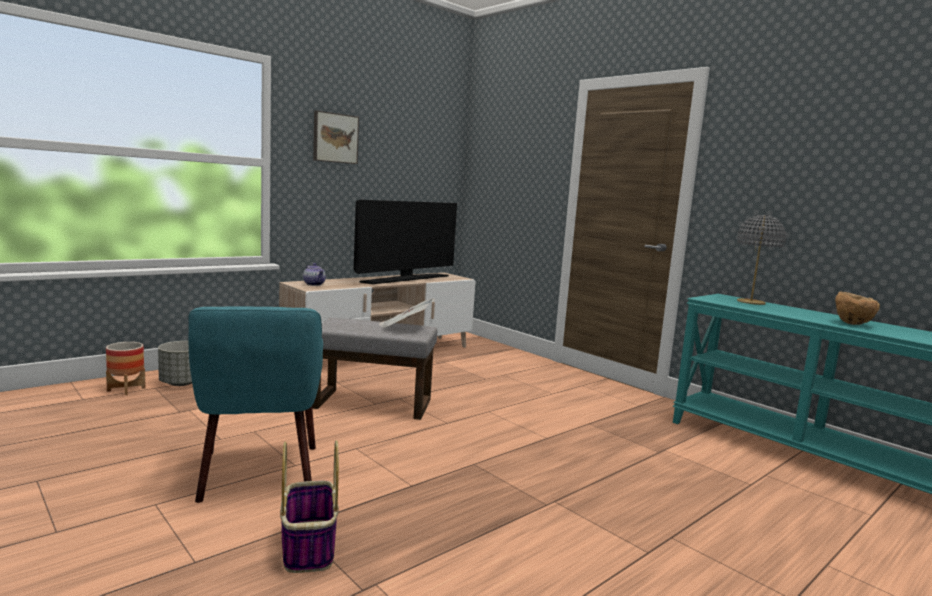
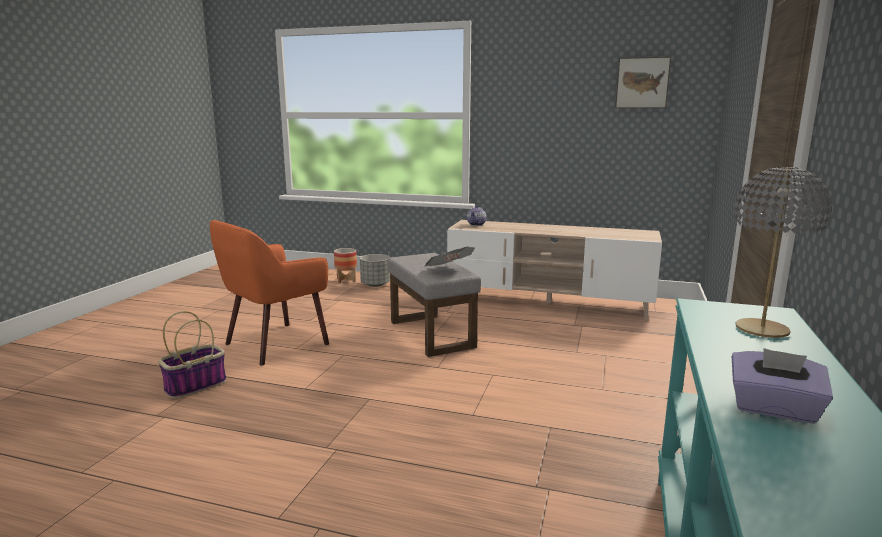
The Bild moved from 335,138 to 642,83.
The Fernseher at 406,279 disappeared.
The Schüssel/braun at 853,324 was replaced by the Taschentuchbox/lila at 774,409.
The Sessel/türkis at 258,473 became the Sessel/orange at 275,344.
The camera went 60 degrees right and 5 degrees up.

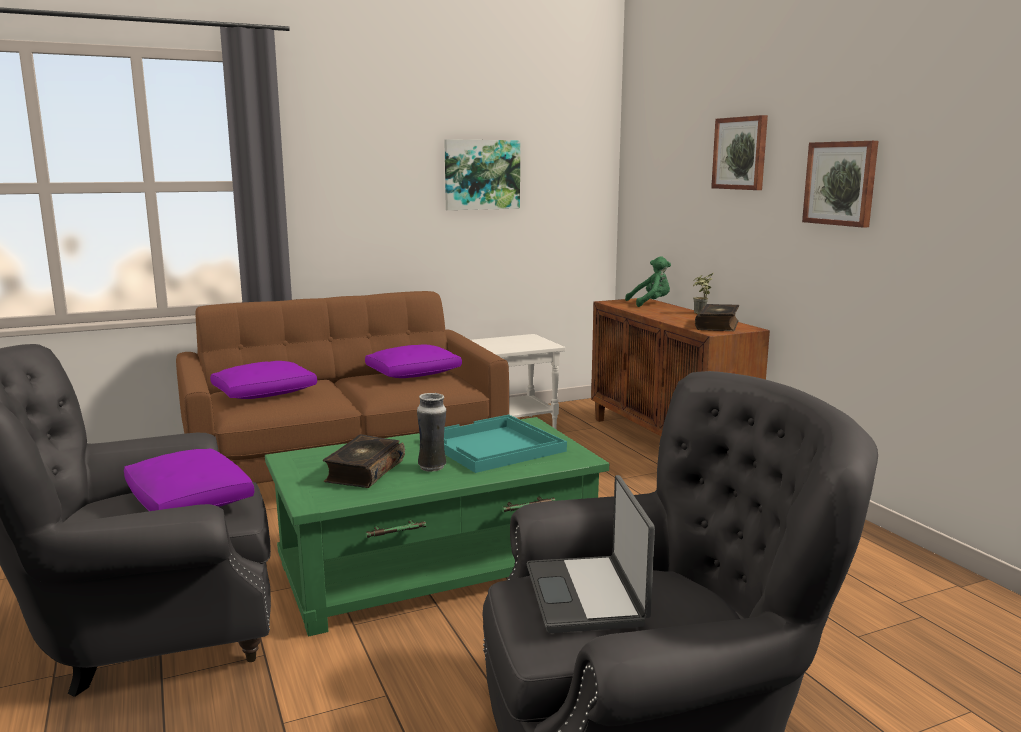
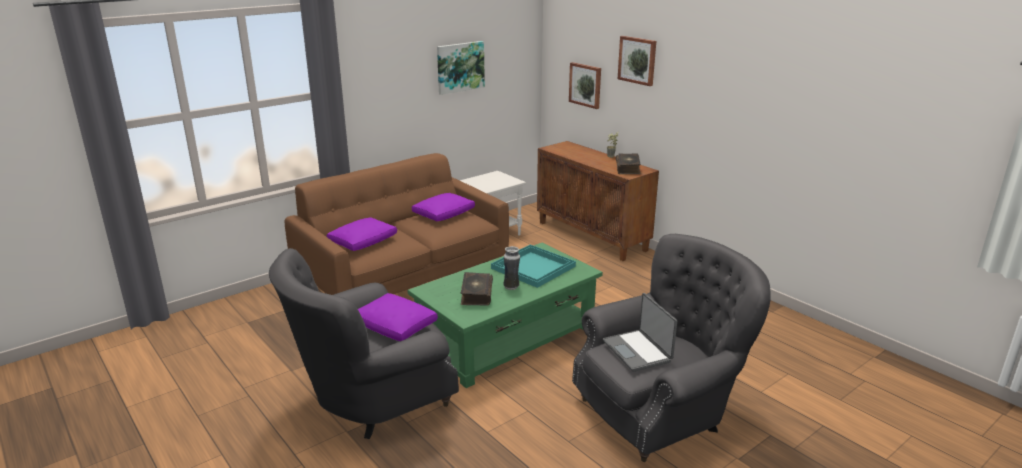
The Bild moved from 841,183 to 585,85.
The Plüschtier/grün at 650,303 disappeared.
The camera went 15 degrees left and 10 degrees up.

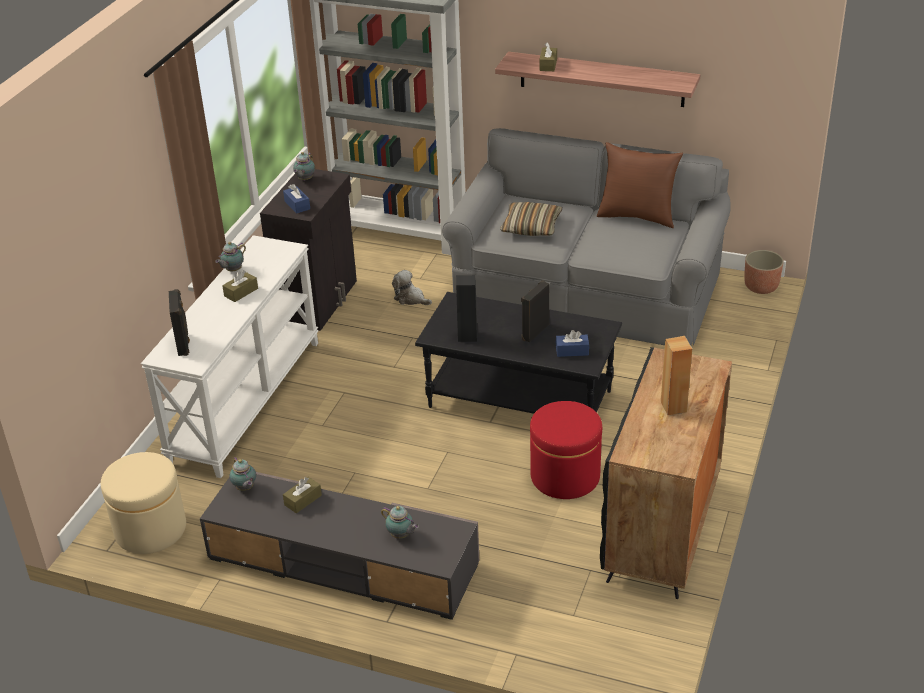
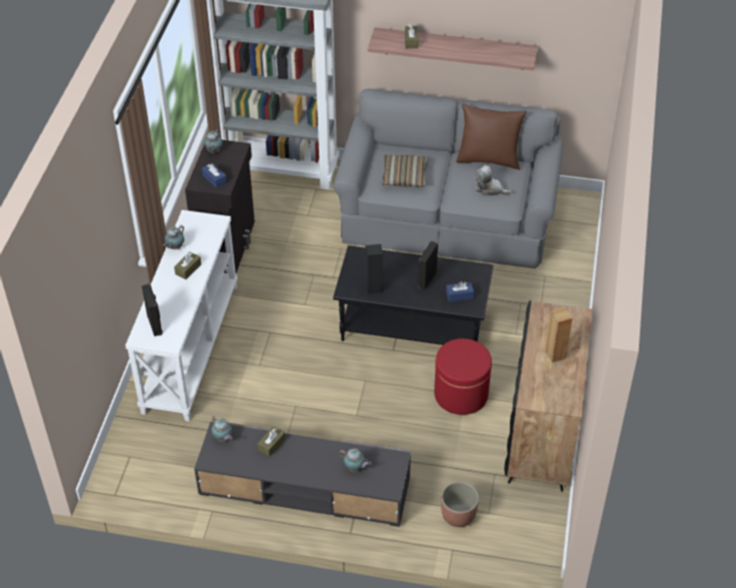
The Pflanzkübel moved from 761,287 to 458,515.
The Plüschtier moved from 410,298 to 490,189.
The Polsterhocker/beige at 150,529 disappeared.
The camera went 10 degrees left and 10 degrees up.

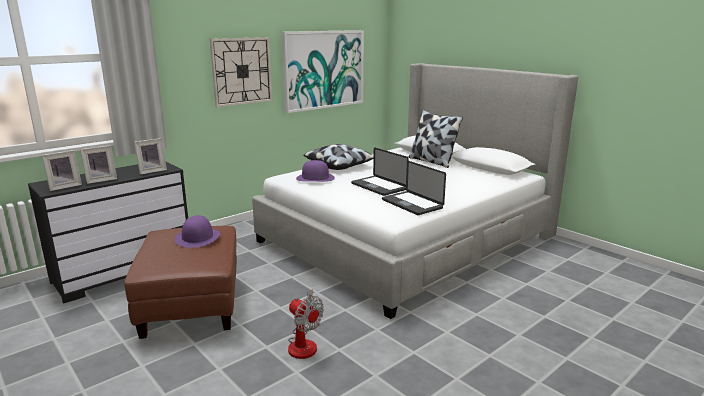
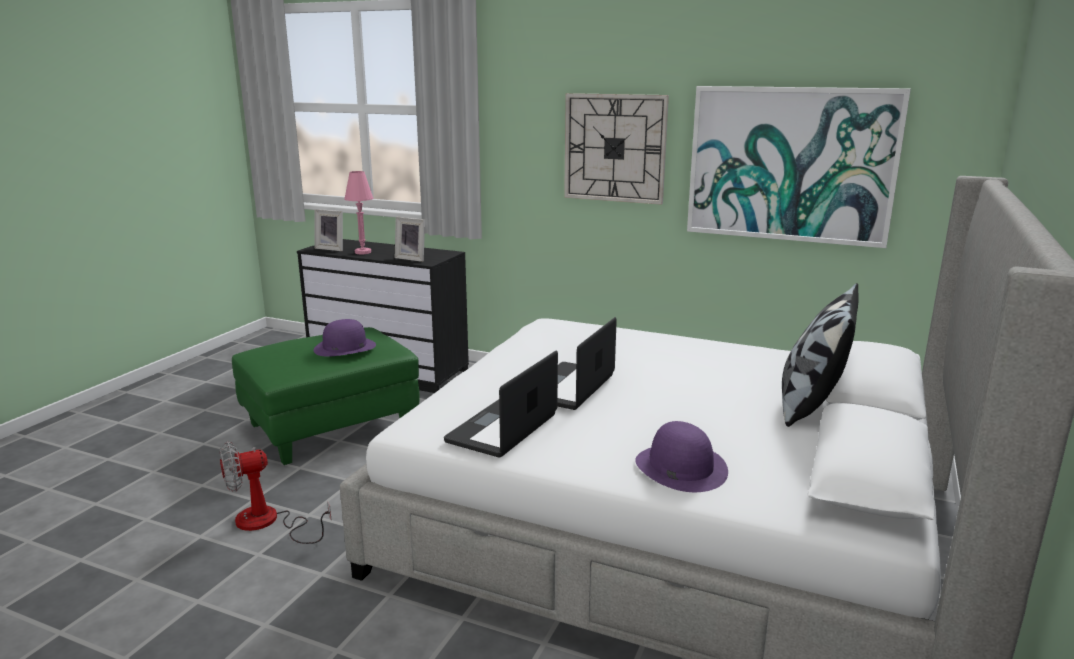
The Kissen at 340,166 disappeared.
The Bilderrahmen at 101,180 was replaced by the Tischlampe/rosa at 363,252.
The Hut/lila moved from 315,178 to 680,467.
The Polsterhocker/braun at 191,306 became the Polsterhocker/grün at 331,427.
The Ventilator at 304,343 turned 45 degrees clockwise.
The camera went 65 degrees right and 0 degrees up.

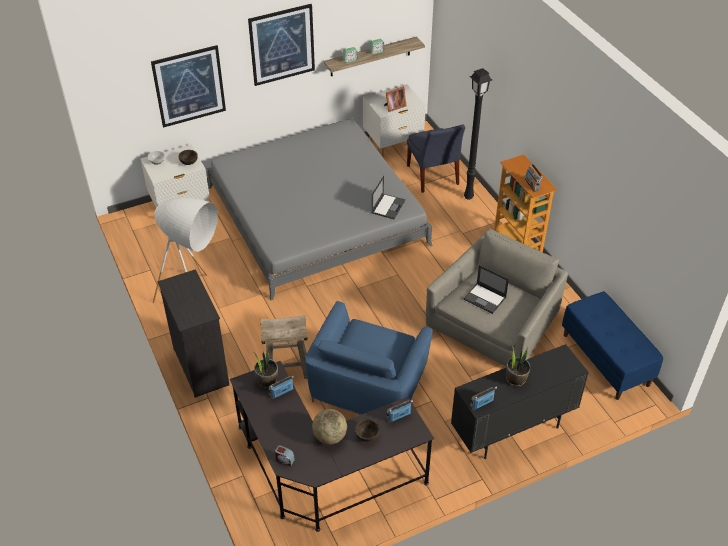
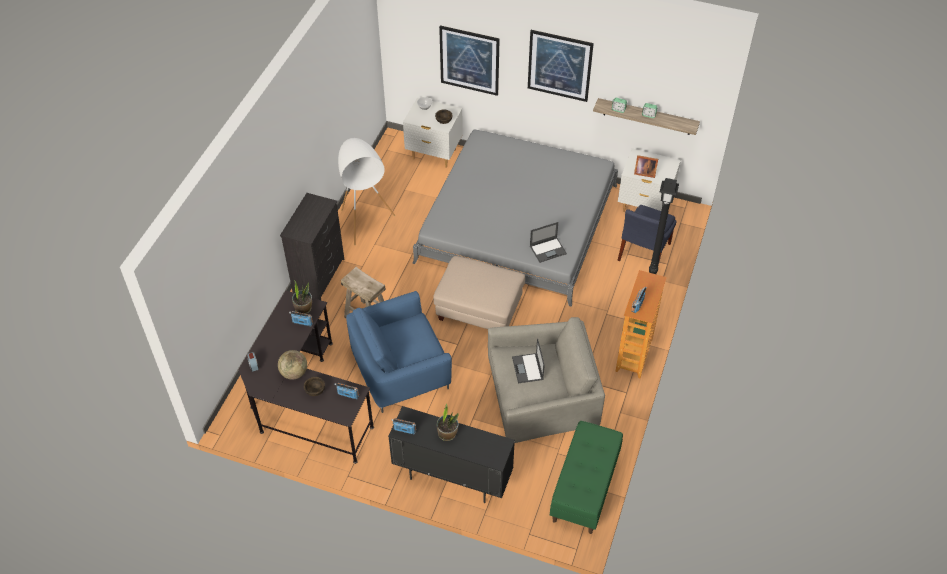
The Bank/blau at 606,360 became the Bank/grün at 585,489.
The Polsterhocker/beige at 479,309 appeared.
The camera went 45 degrees right and 5 degrees up.

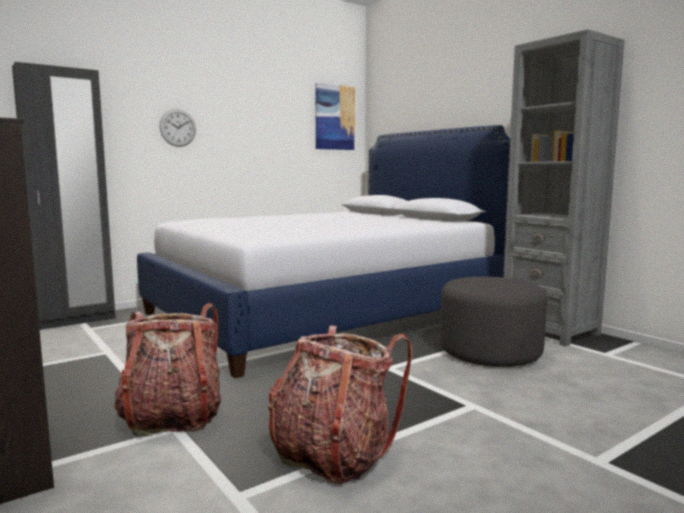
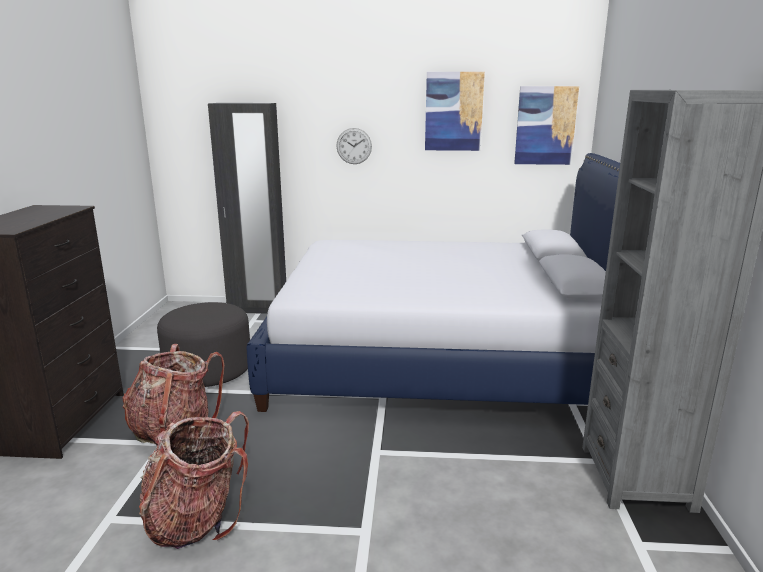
The Polsterhocker/grau moved from 490,352 to 208,370.
The Bild at 453,111 appeared.
The camera went 40 degrees right and 10 degrees up.

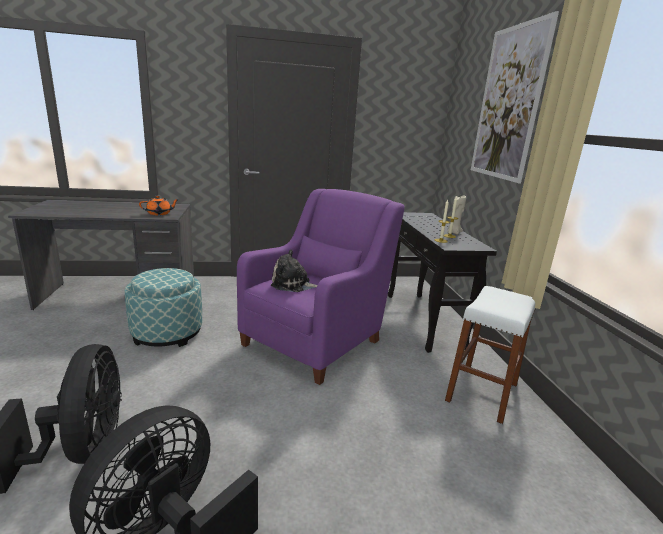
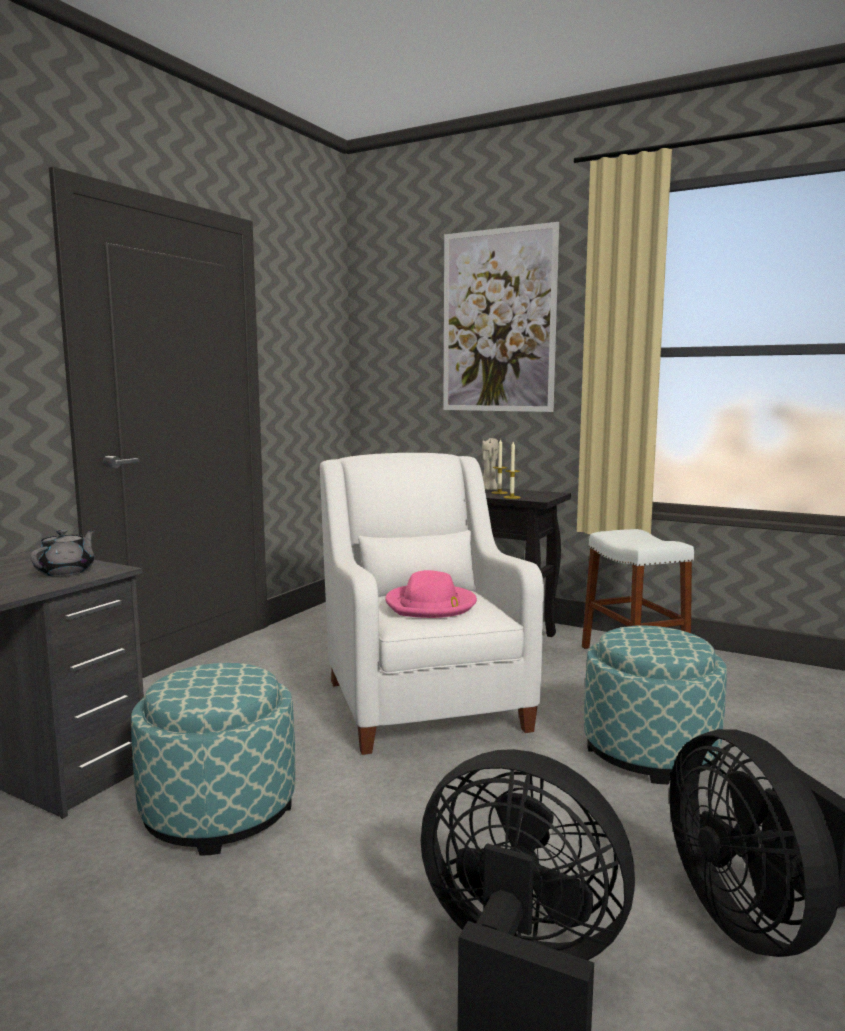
The Sessel/lila at 316,340 became the Sessel/weiß at 422,700.
The Teekanne/orange at 159,213 became the Teekanne/grau at 66,571.
The Plüschtier at 293,284 was replaced by the Hut/rosa at 431,605.
The Polsterhocker at 650,751 appeared.
The camera went 50 degrees left and 10 degrees down.

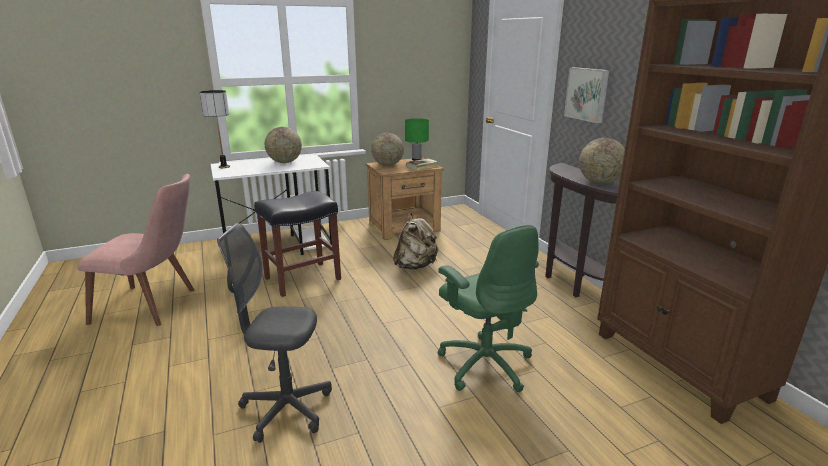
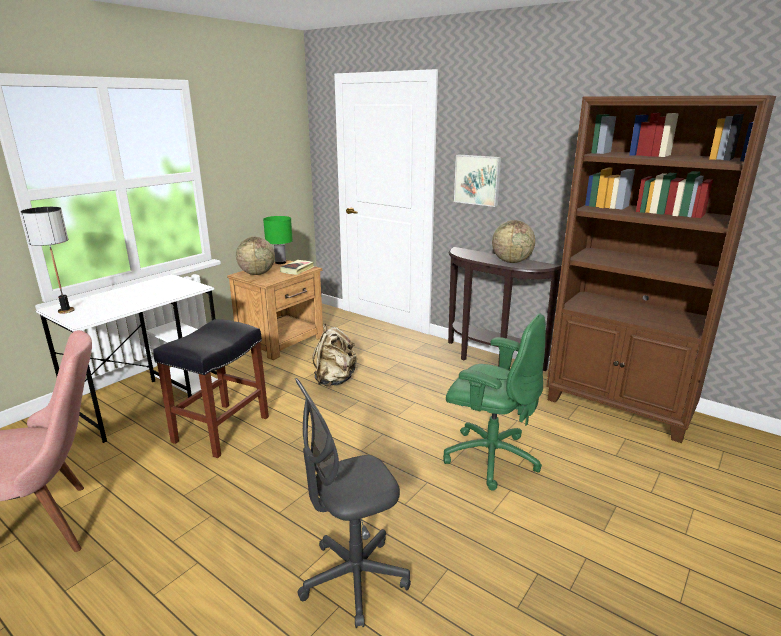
The Globus at 285,162 disappeared.
The camera went 30 degrees left and 0 degrees up.

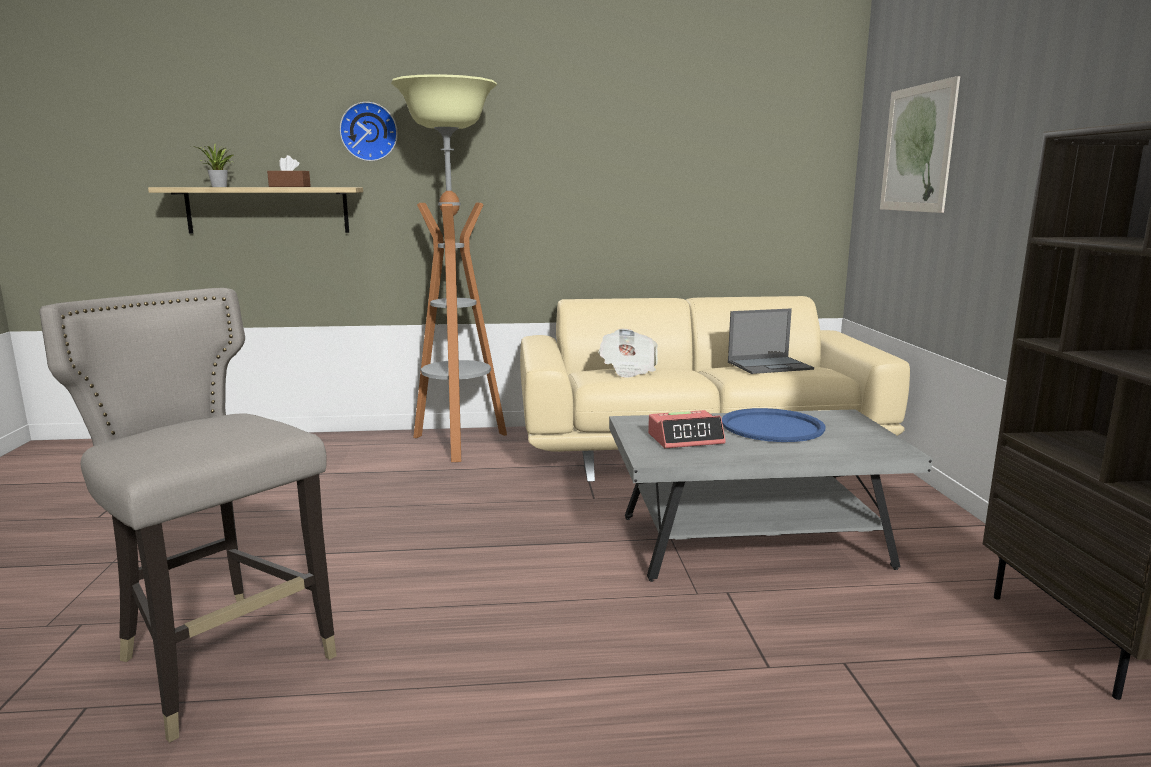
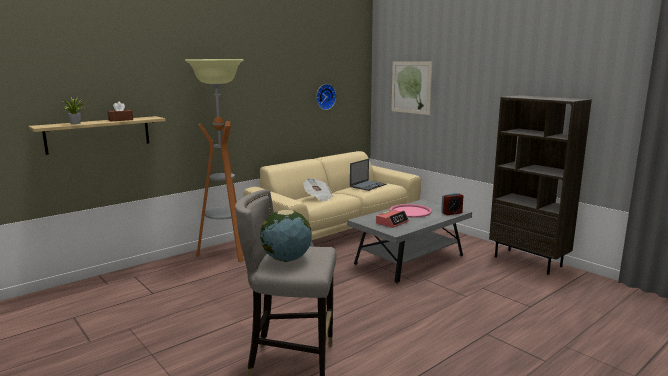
The Wanduhr moved from 369,132 to 324,96.
The Tablett/blau at 772,427 became the Tablett/rosa at 410,211.
The Wecker at 451,213 appeared.
The Globus at 286,259 appeared.
The camera went 35 degrees left and 0 degrees up.

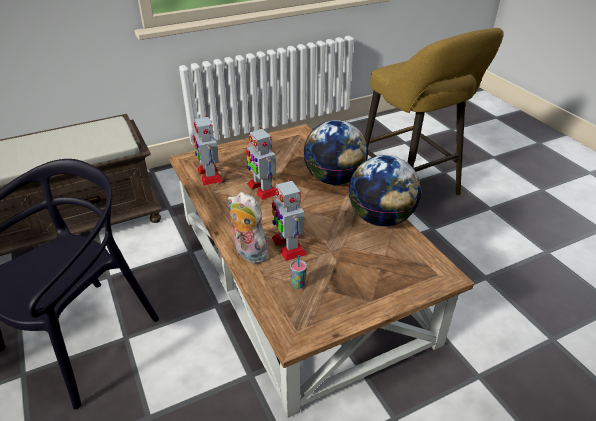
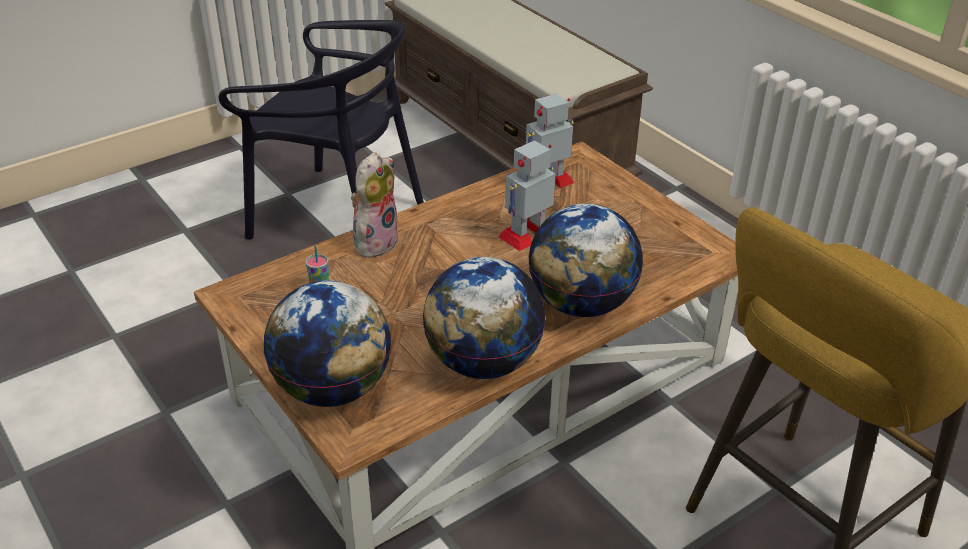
The Spielzeugroboter at 288,246 disappeared.
The Globus at 333,389 appeared.
The camera went 80 degrees right and 0 degrees up.

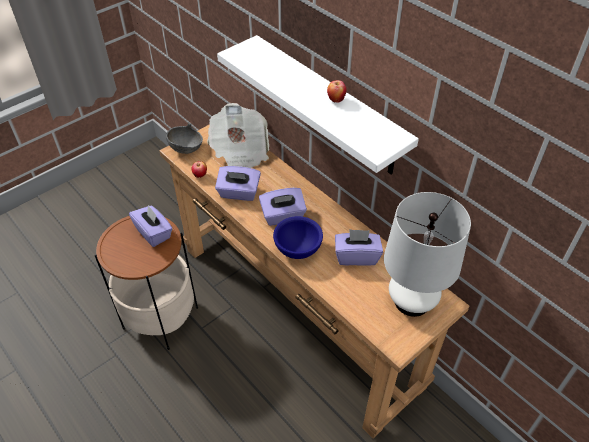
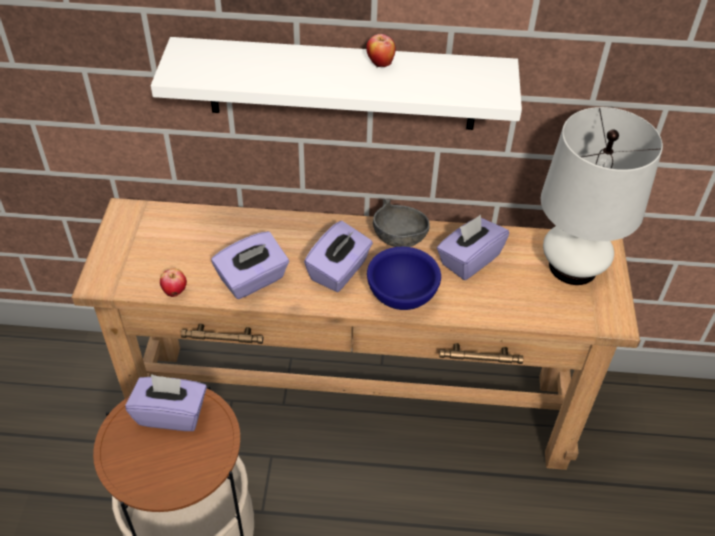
The Zeitung at 240,152 disappeared.
The Schüssel/grau moved from 186,148 to 400,238.
The camera went 45 degrees left and 0 degrees up.

